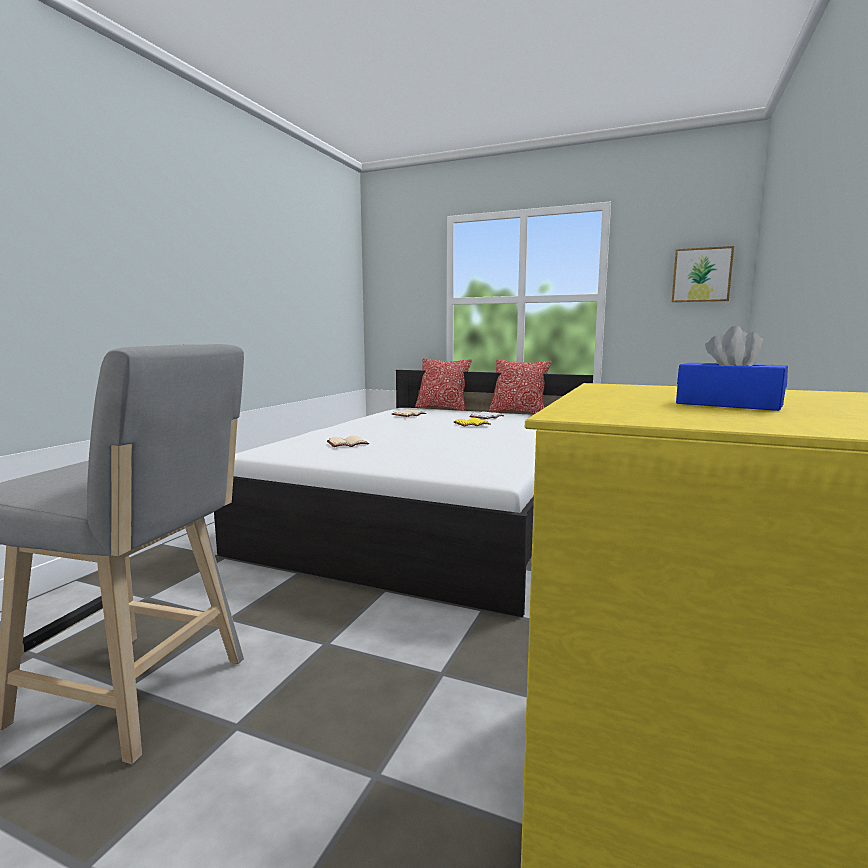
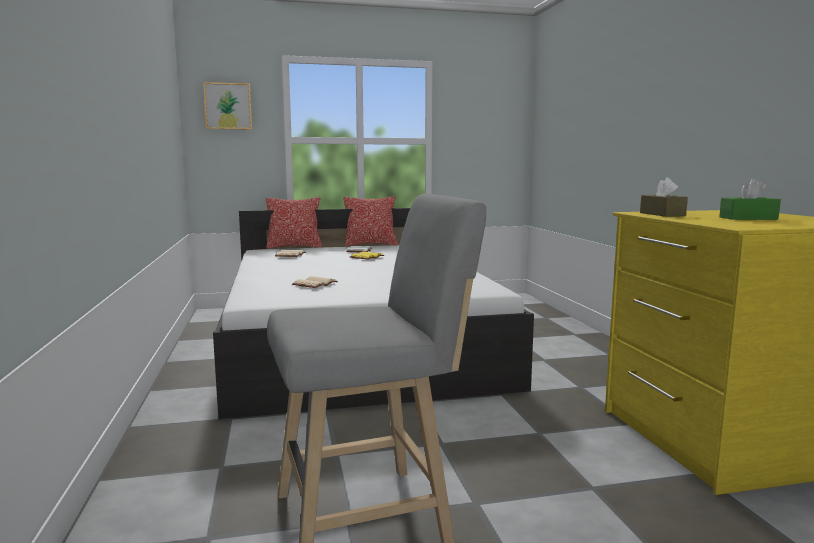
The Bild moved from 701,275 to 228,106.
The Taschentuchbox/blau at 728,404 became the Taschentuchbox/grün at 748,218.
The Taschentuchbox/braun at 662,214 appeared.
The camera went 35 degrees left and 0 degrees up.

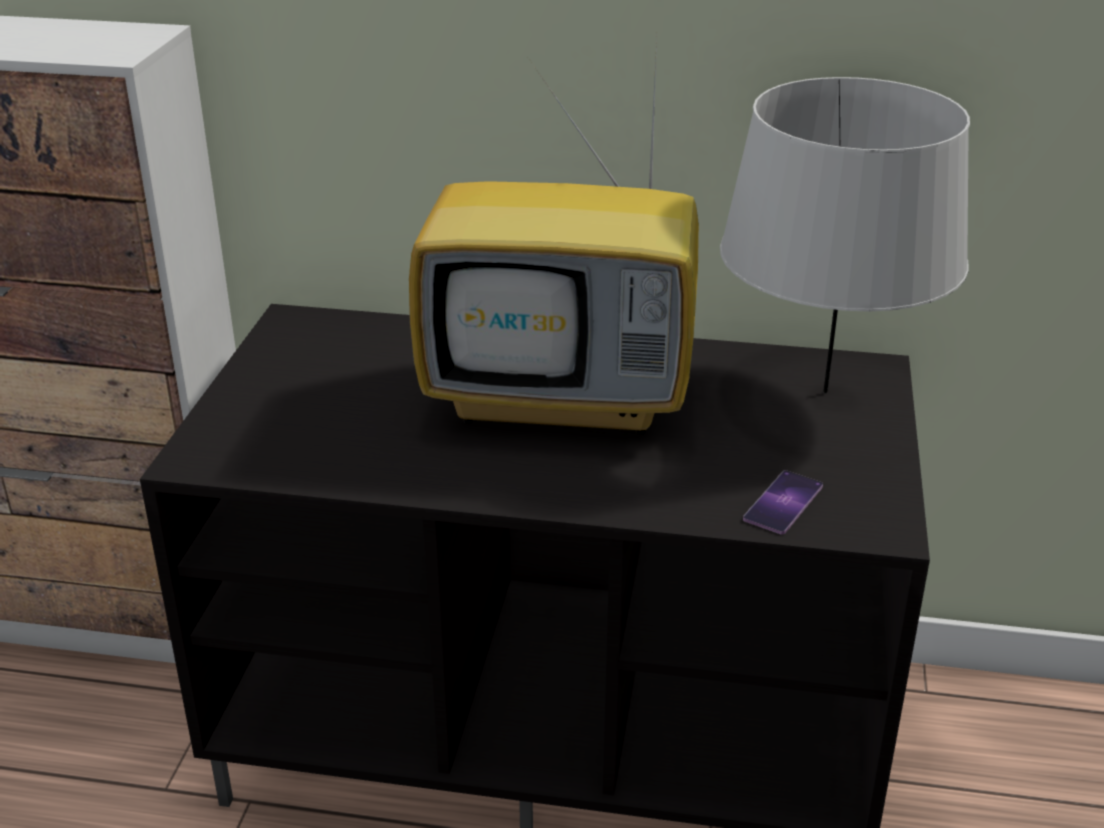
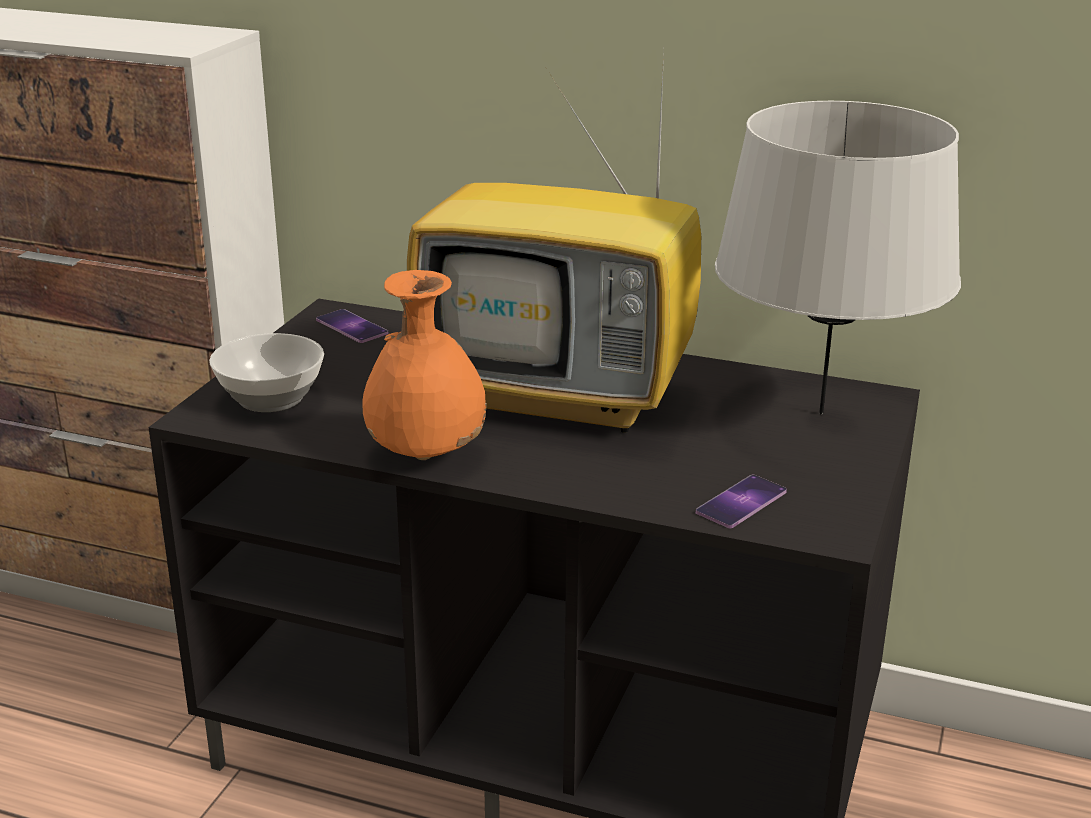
The Vase/orange at 426,453 appeared.
The Handy at 351,326 appeared.
The Schüssel at 268,399 appeared.
The camera went 10 degrees right and 5 degrees down.

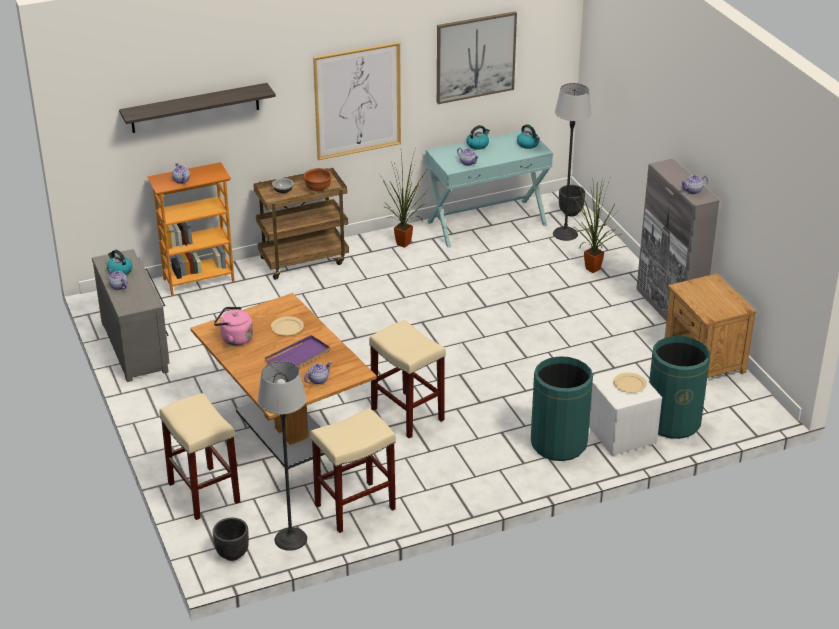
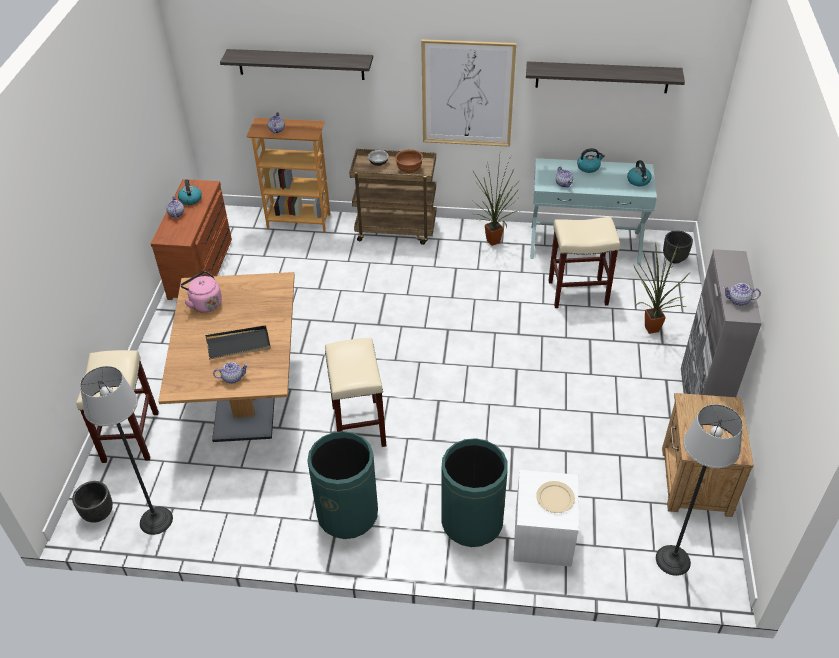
The Bild at 475,57 was replaced by the Wandregal at 602,77.
The Stehlampe moved from 565,234 to 672,560.
The Kommode/grau at 137,345 became the Kommode/braun at 203,267.
The Teller/beige at 287,327 disappeared.
The Tablett/lila at 298,357 became the Tablett/schwarz at 238,344.
The Mülleimer/grün moved from 673,422 to 348,514.
The Hocker/beige moved from 354,507 to 577,293.
The camera went 30 degrees right and 10 degrees up.

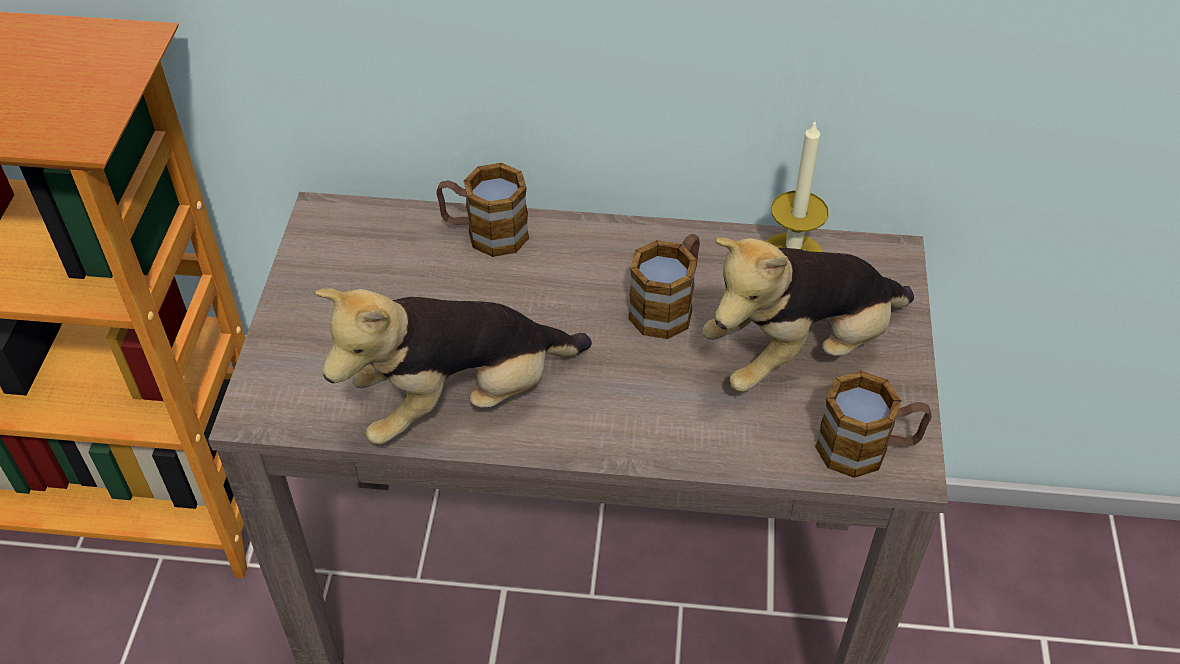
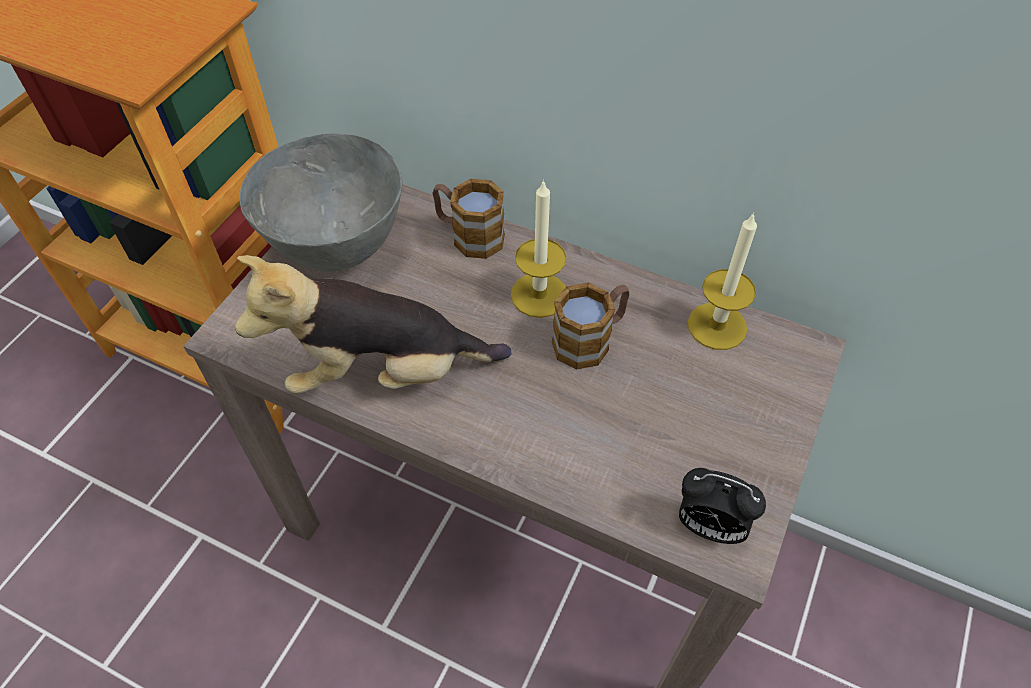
The Plüschtier at 800,351 disappeared.
The Henkelbecher at 867,448 was replaced by the Wecker at 709,526.
The Schüssel/grau at 337,246 appeared.
The Kerze at 539,295 appeared.
The camera went 20 degrees right and 5 degrees up.

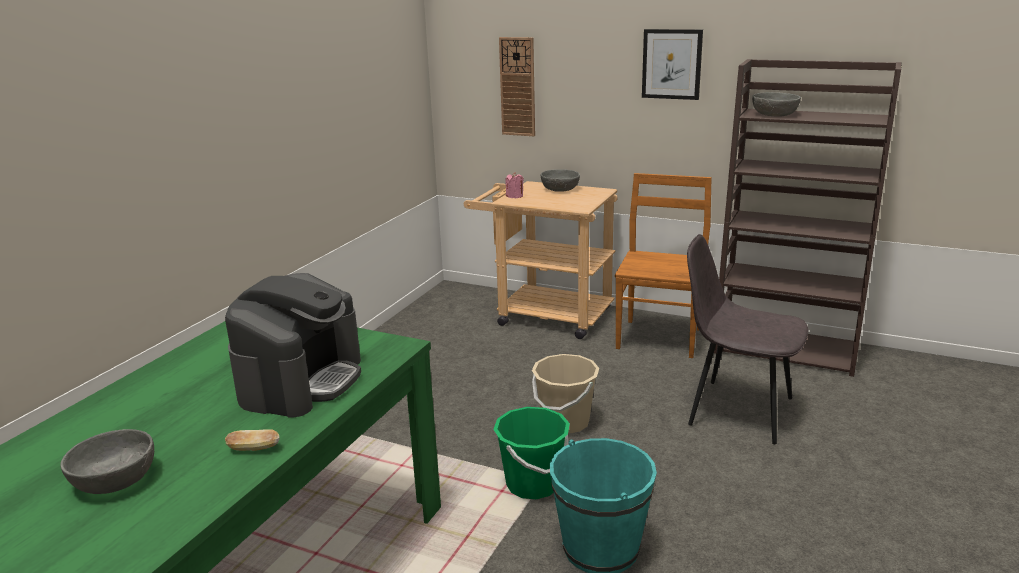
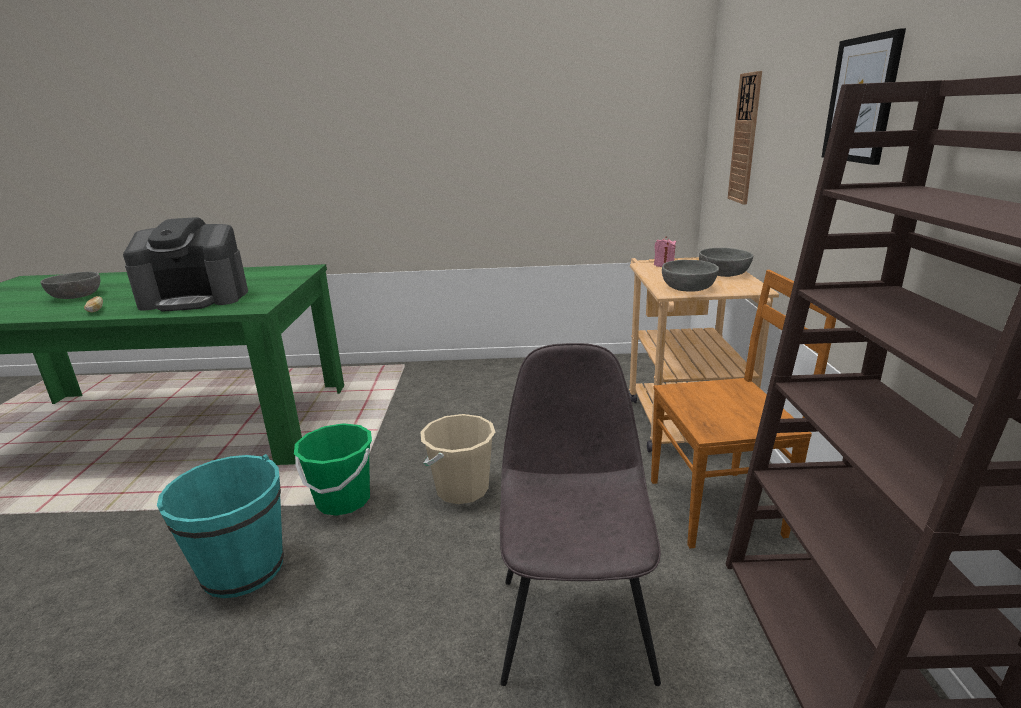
The Schüssel/grau moved from 775,114 to 688,287.
The camera went 65 degrees right and 0 degrees up.

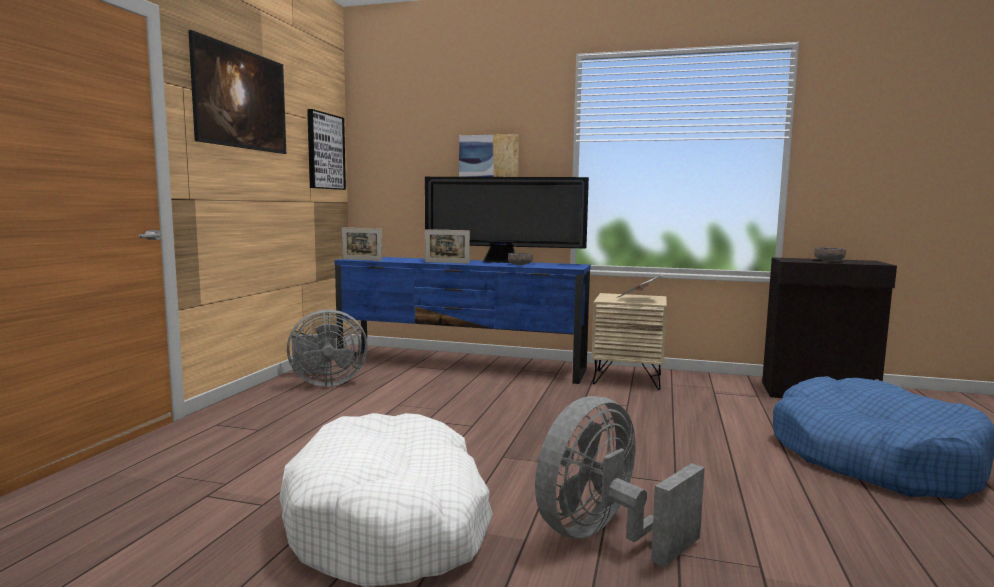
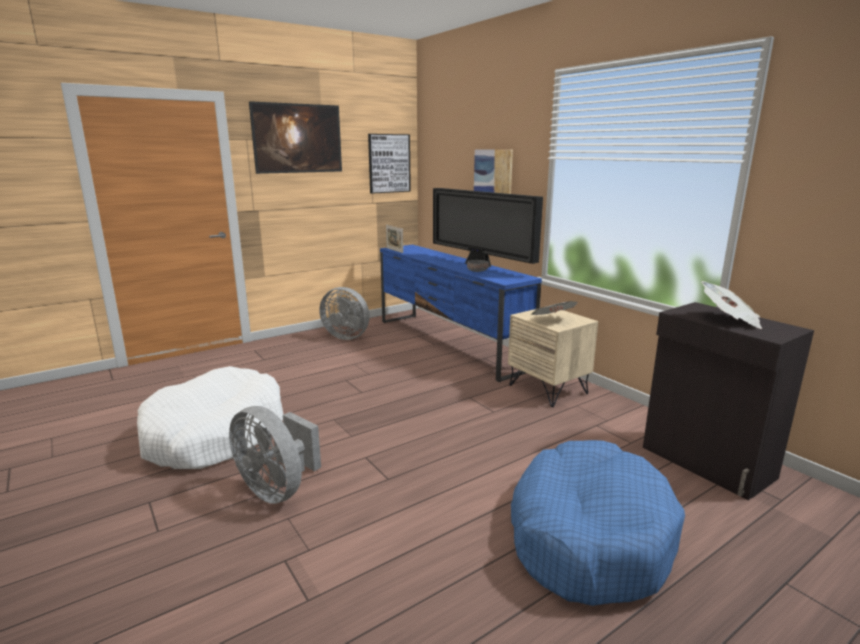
The Bilderrahmen at 447,262 disappeared.
The Schüssel/grau at 829,261 was replaced by the Zeitung at 729,320.
The Ventilator/grau at 604,536 turned 135 degrees counterclockwise.
The camera went 40 degrees right and 10 degrees up.

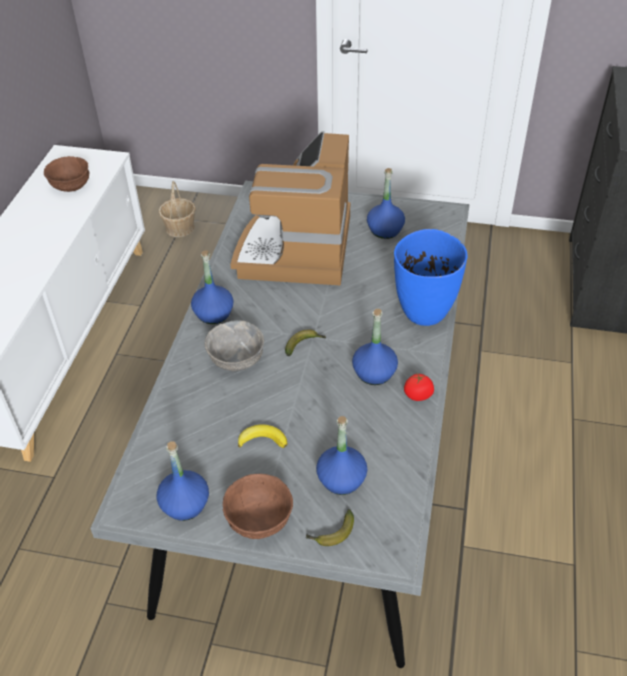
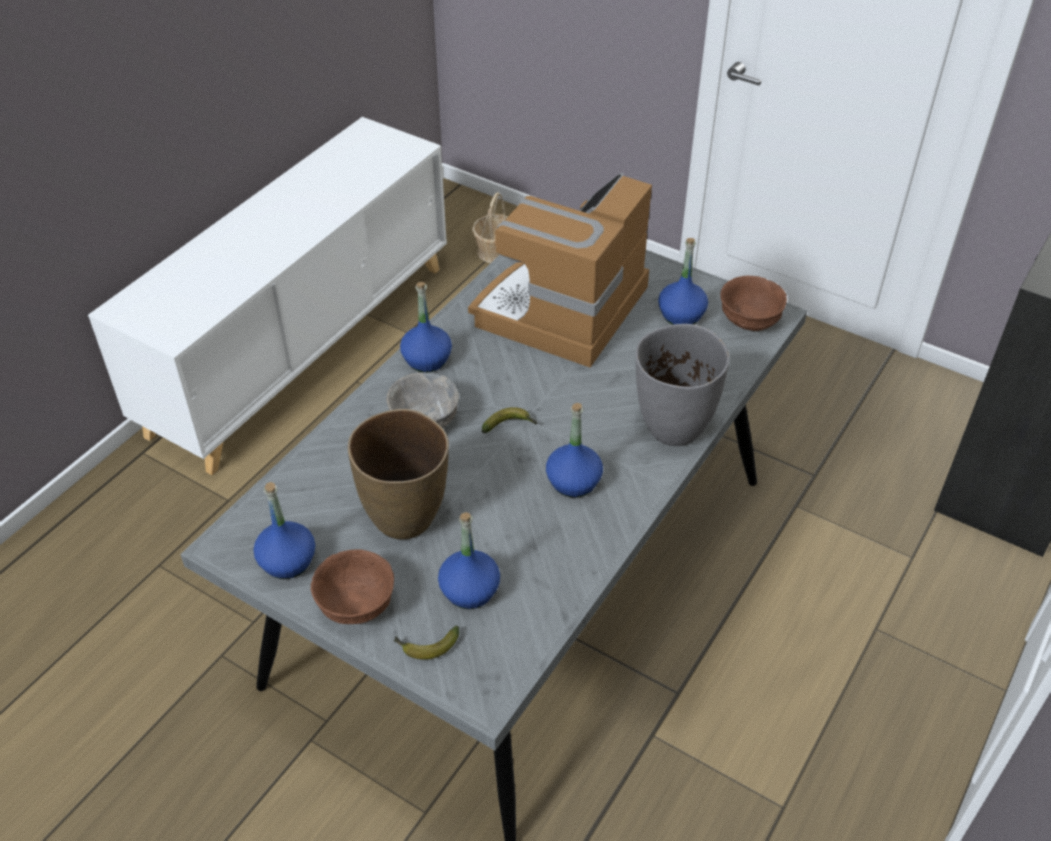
The Schüssel/braun moved from 71,185 to 749,319.
The Vase/blau at 424,313 became the Vase/grau at 673,429.
The Tomate at 418,395 disappeared.
The Banane at 263,440 was replaced by the Vase/braun at 406,518.
The camera went 20 degrees right and 0 degrees up.

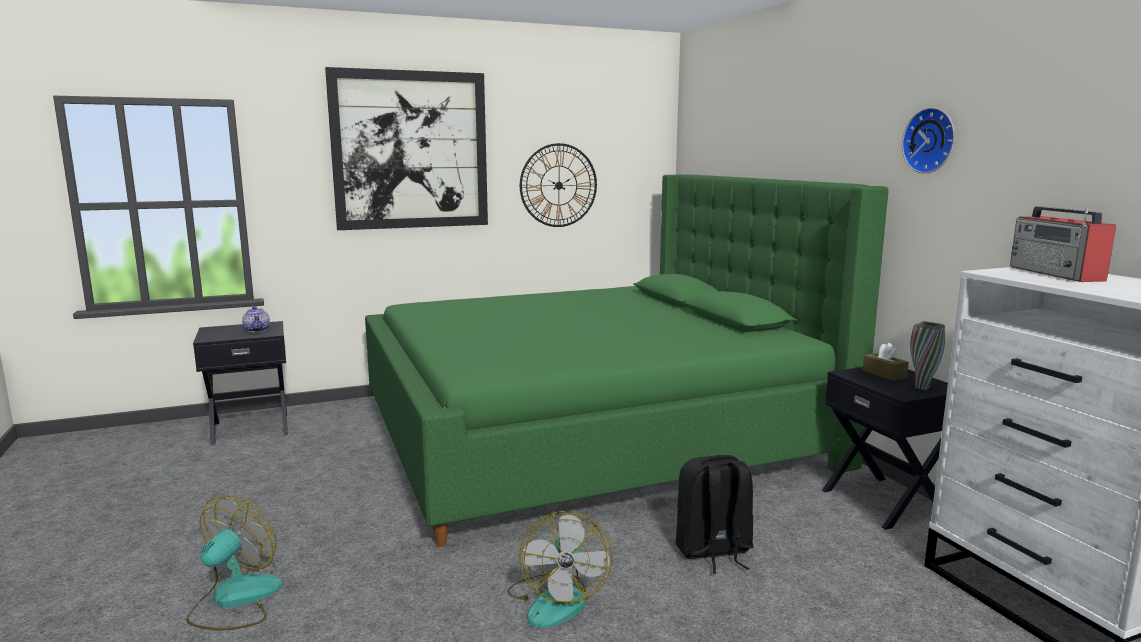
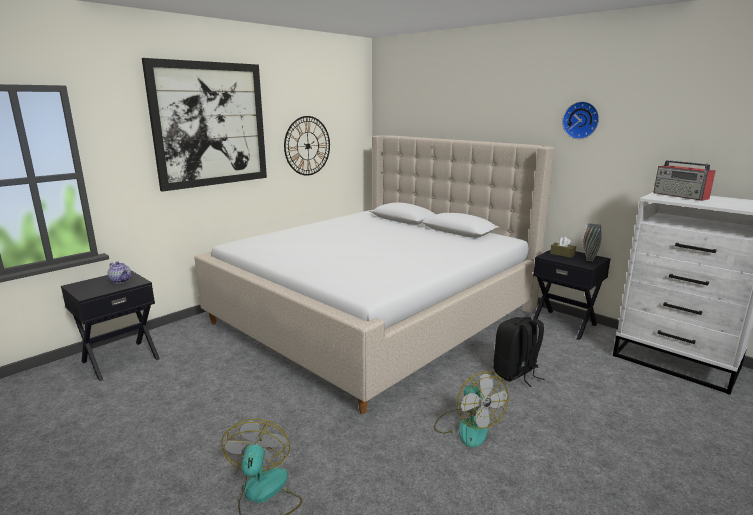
The Bett/grün at 591,434 became the Bett/beige at 377,315.
The camera went 25 degrees left and 5 degrees up.

